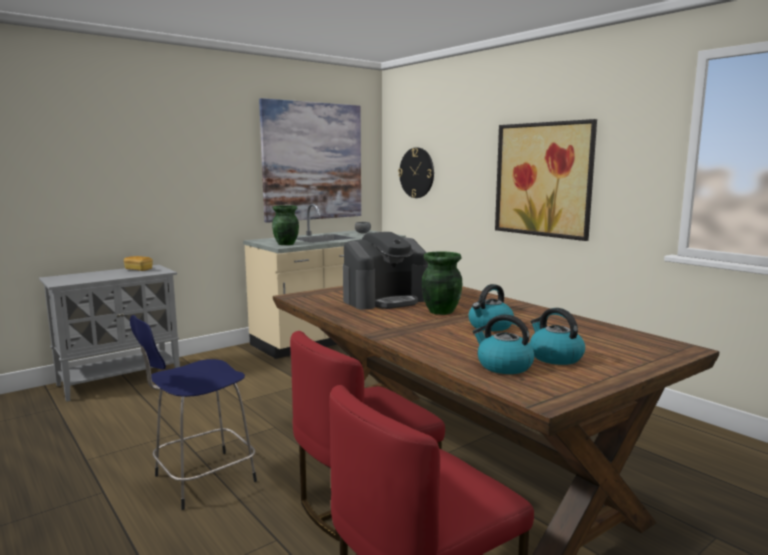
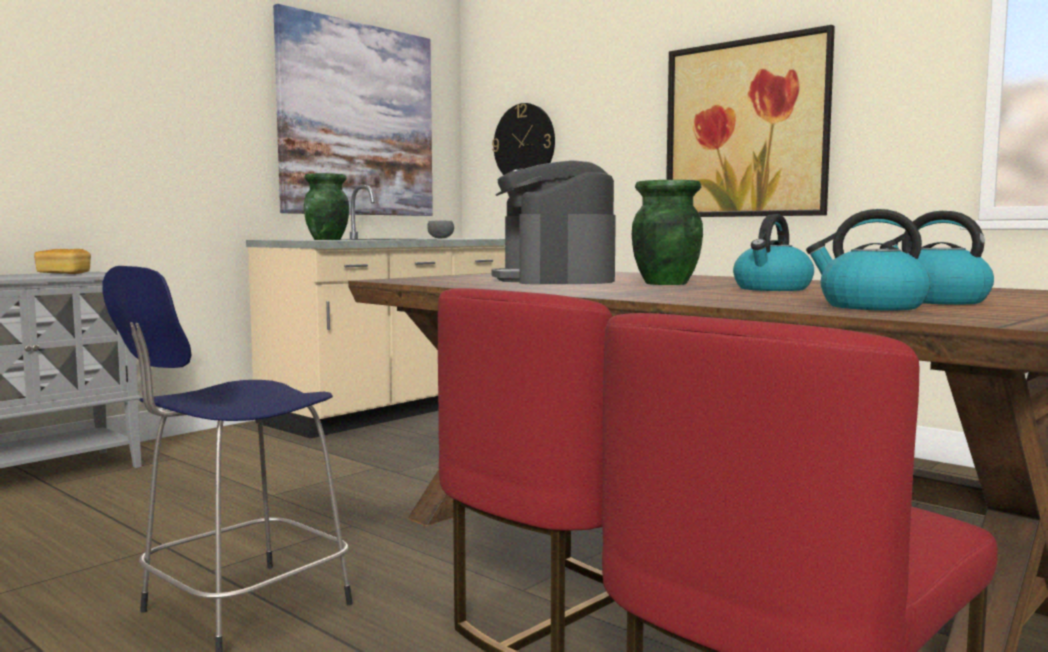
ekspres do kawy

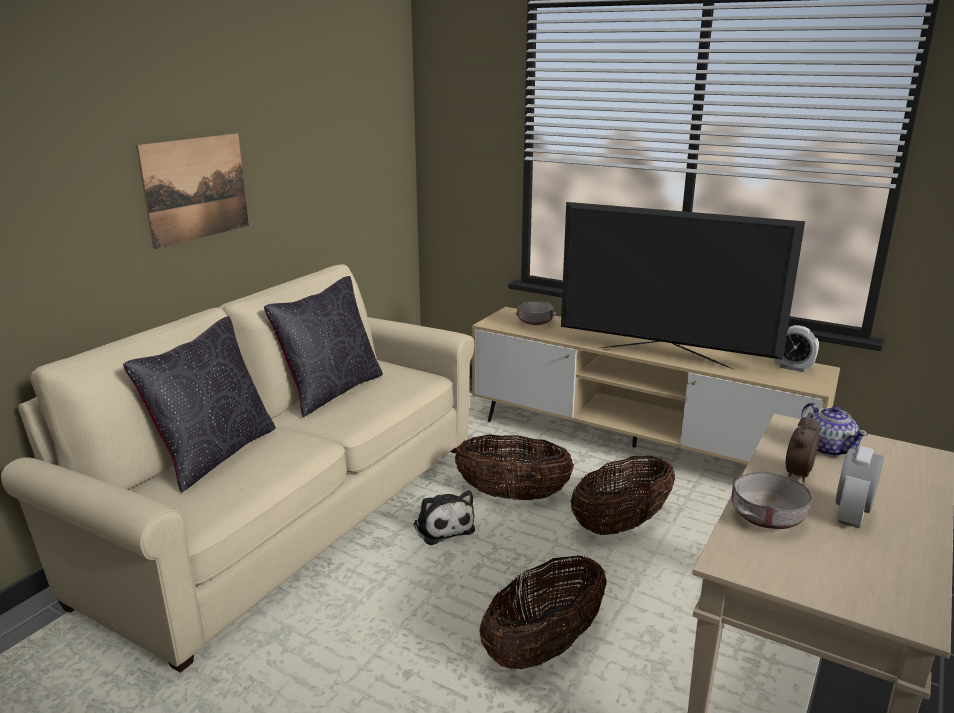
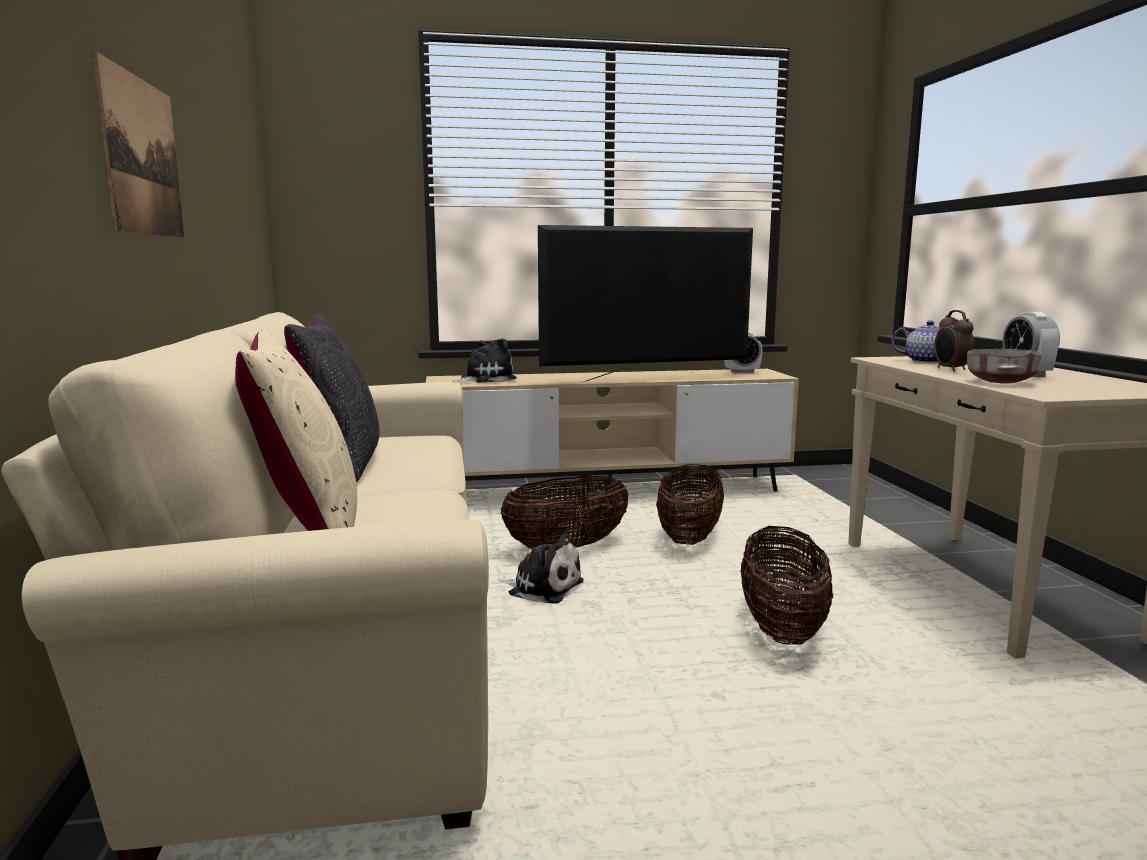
poduszka [beżowy]
pluszak (no. 1 from left)

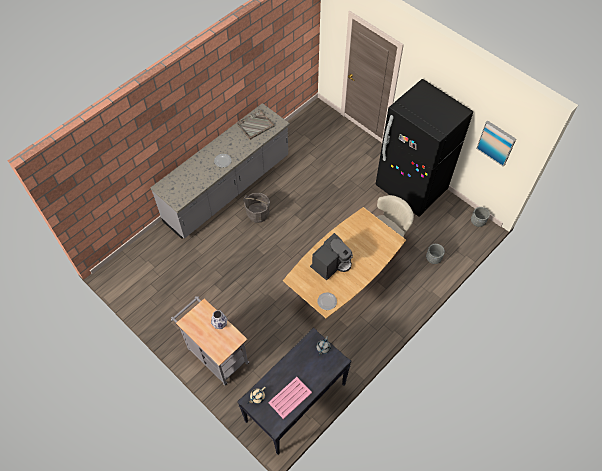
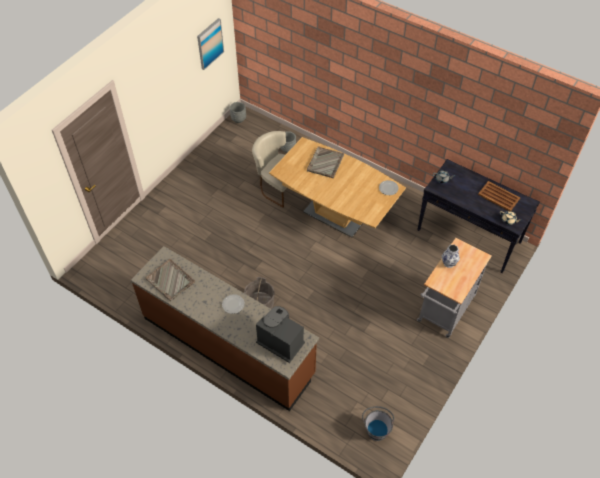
zabudowa kuchenna [brązowy]
taca [brązowy]
ekspres do kawy
lodówka [czarny]
taca [szary] (no. 2 from left)
wiadro [szary] (no. 2 from left)

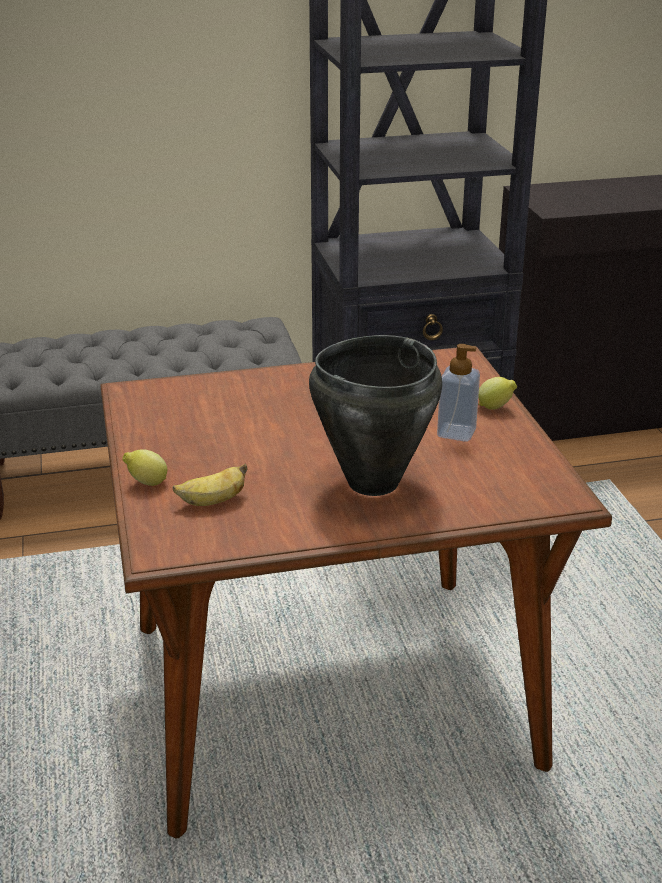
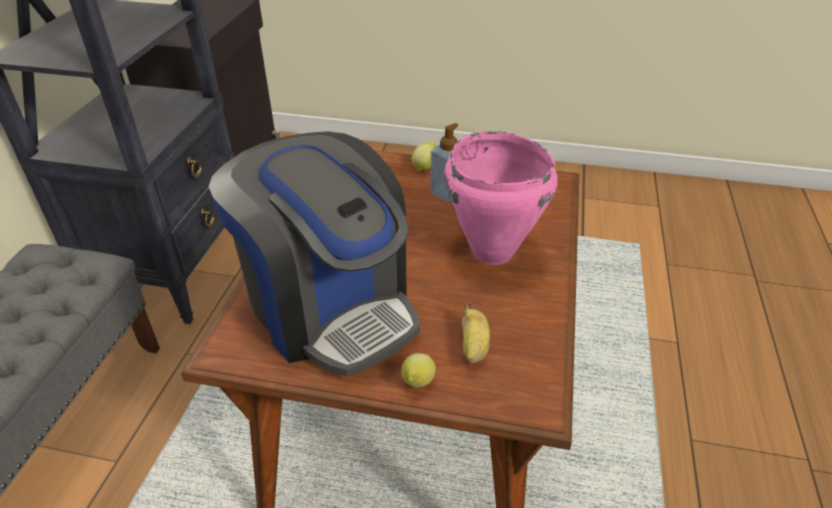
garnek [różowy]
ekspres do kawy

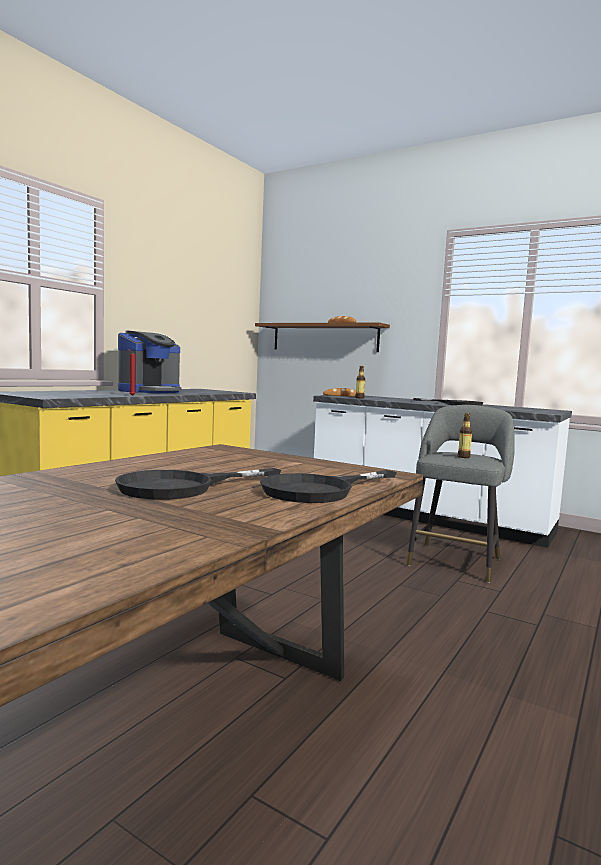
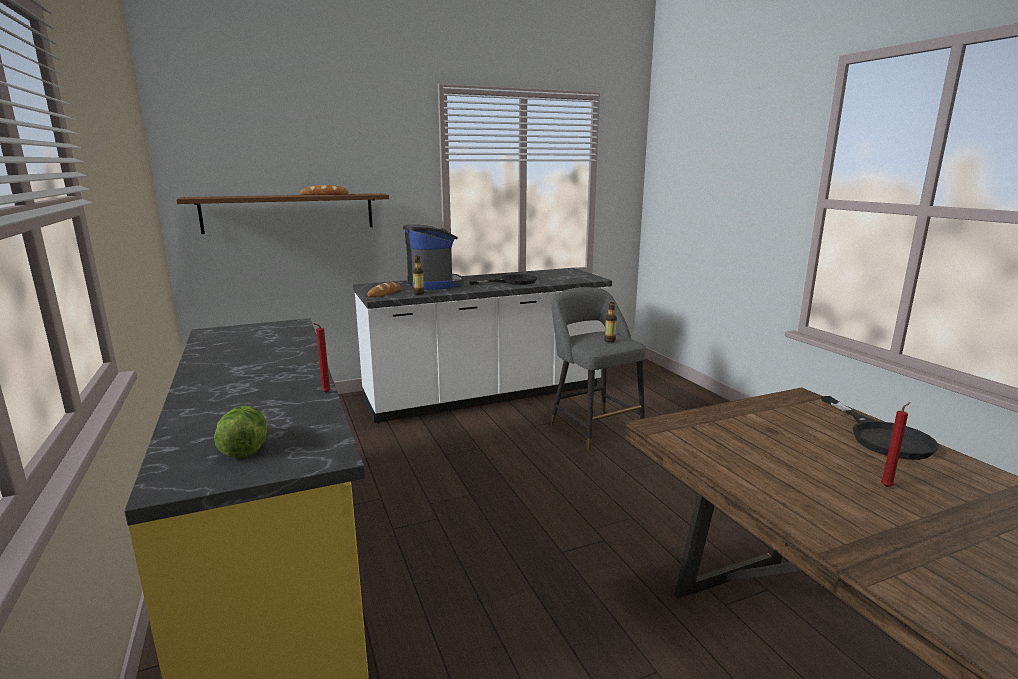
świeca [czerwony] (no. 2 from left)
ekspres do kawy
sałata

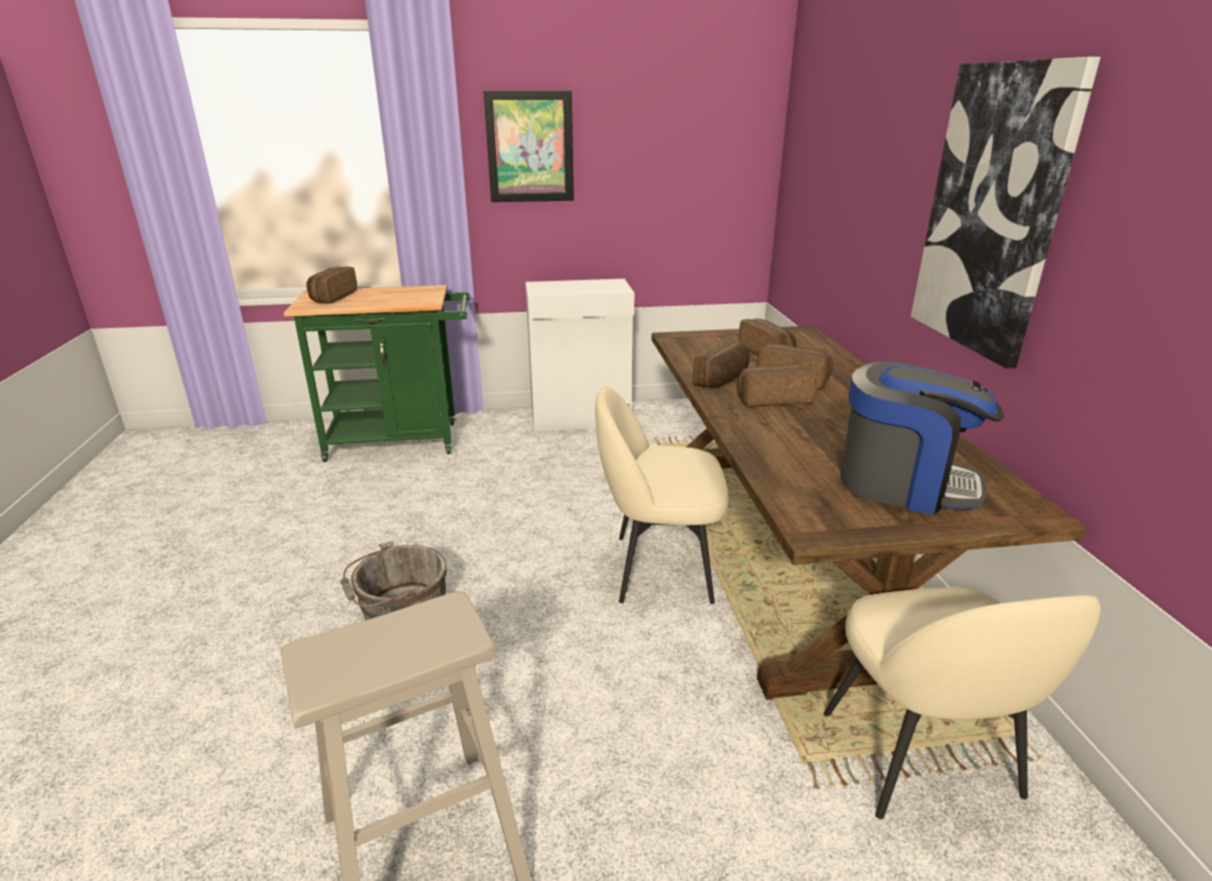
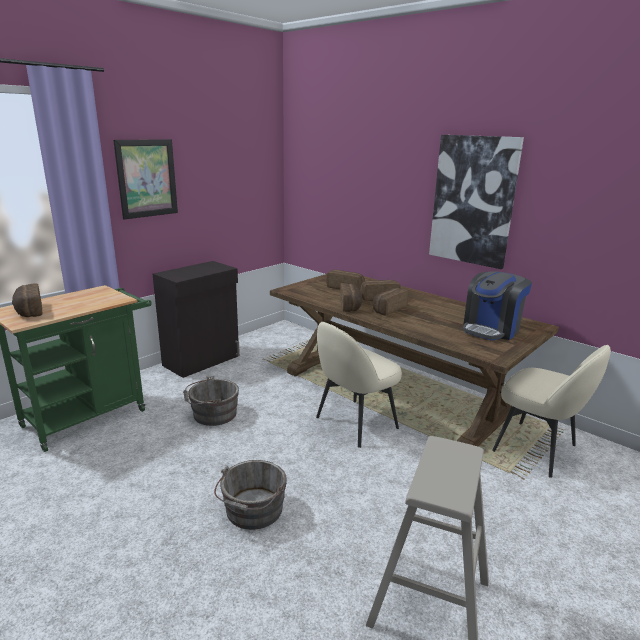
szafka [czarny]
ekspres do kawy
wiadro [szary] (no. 1 from left)

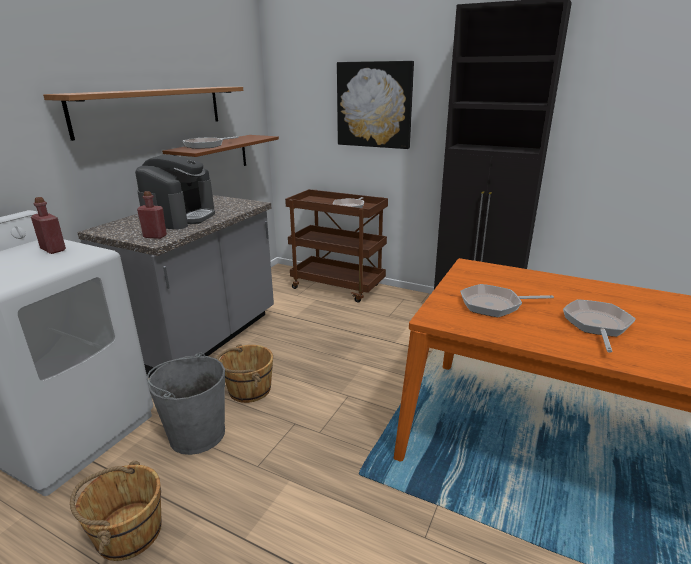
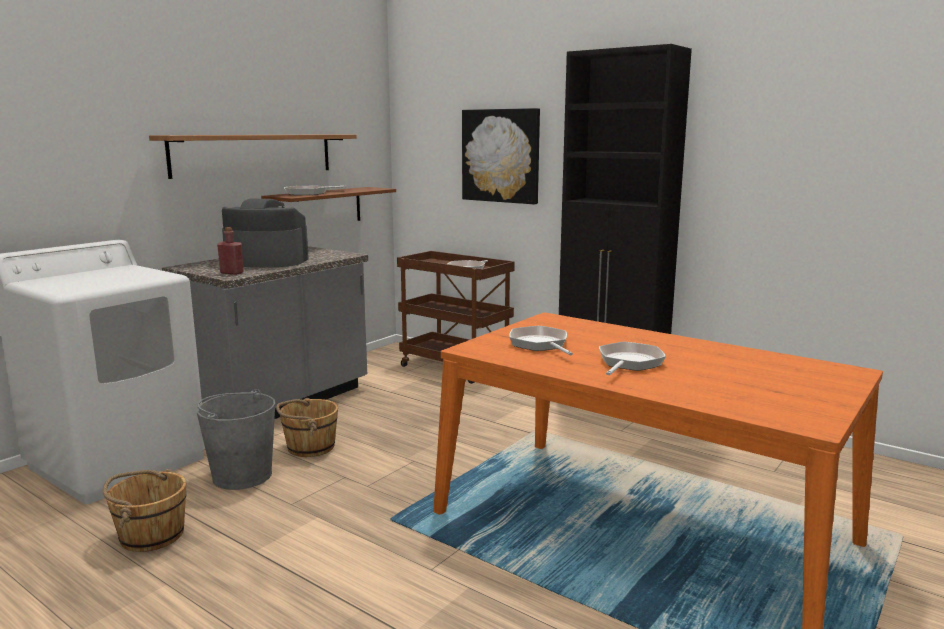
butelka [czerwony] (no. 1 from left in the first image)
ekspres do kawy
patelnia (no. 3 from left)

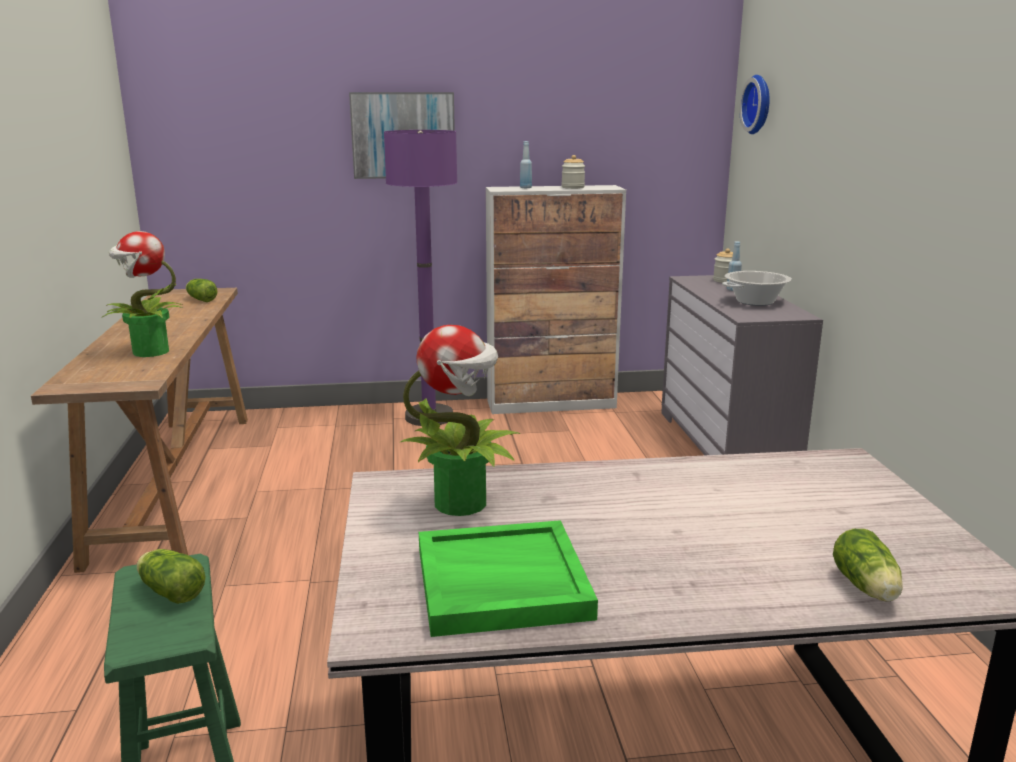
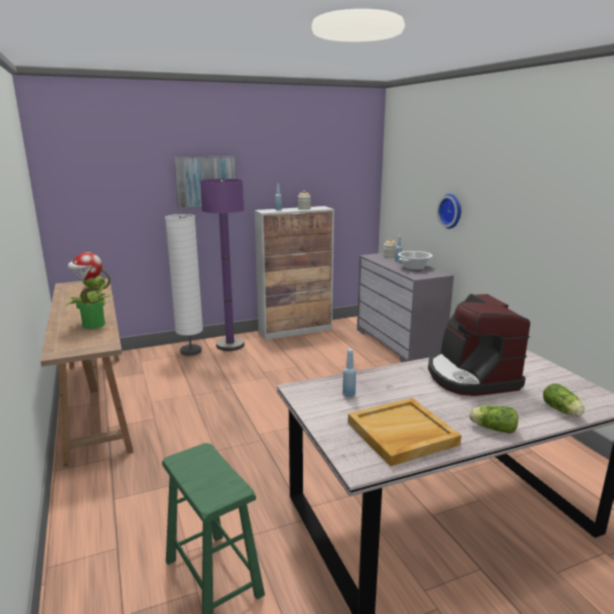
sałata (no. 2 from left)
butelka [niebieski] (no. 2 from left)
taca [beżowy]
zegar ścienny
lampa stojąca [biały]
ekspres do kawy

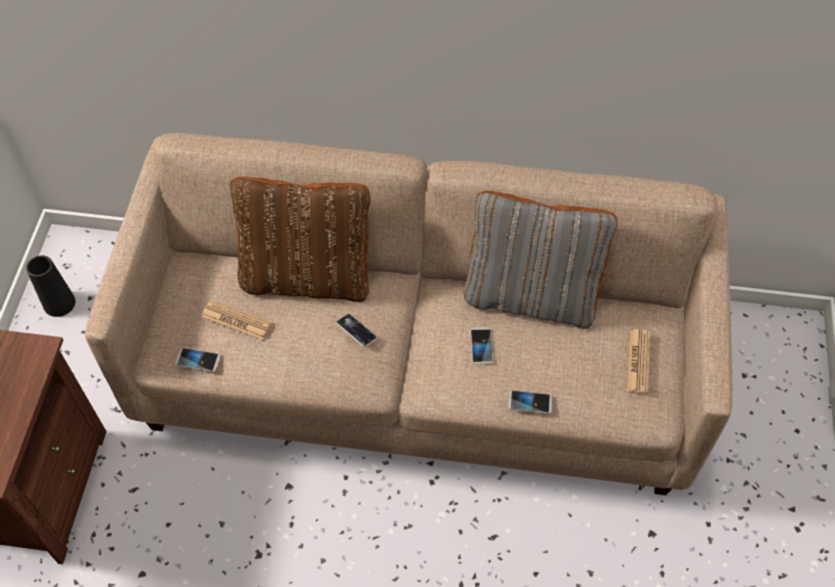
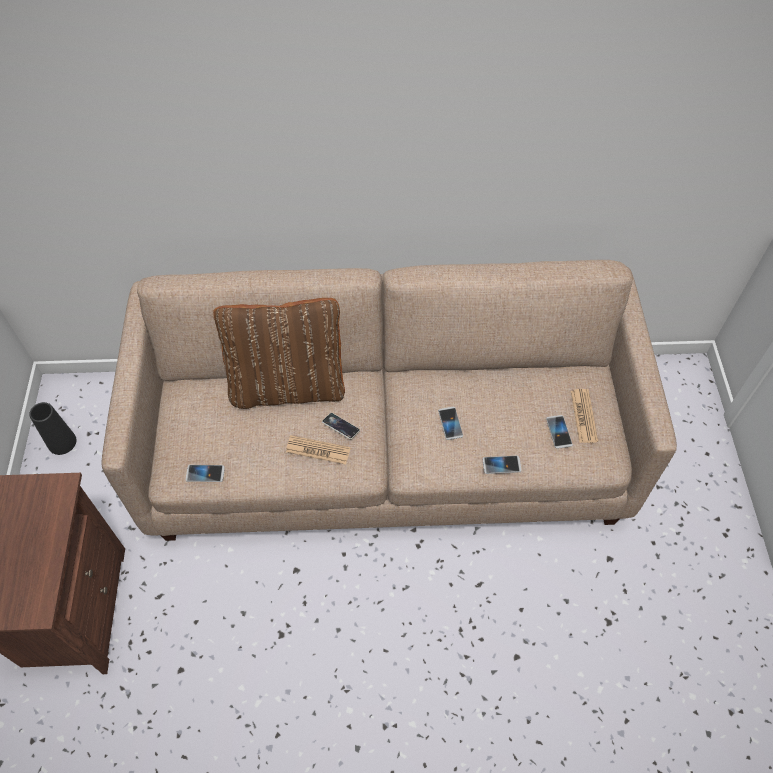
gazeta (no. 1 from left)
poduszka [szary]
telefon (no. 5 from left)

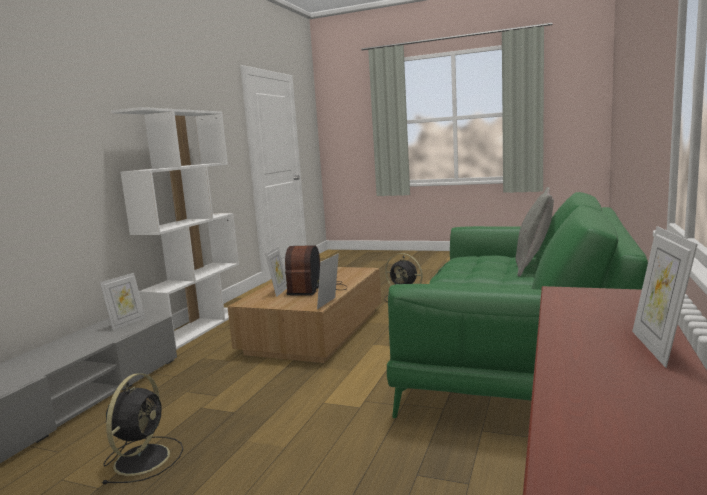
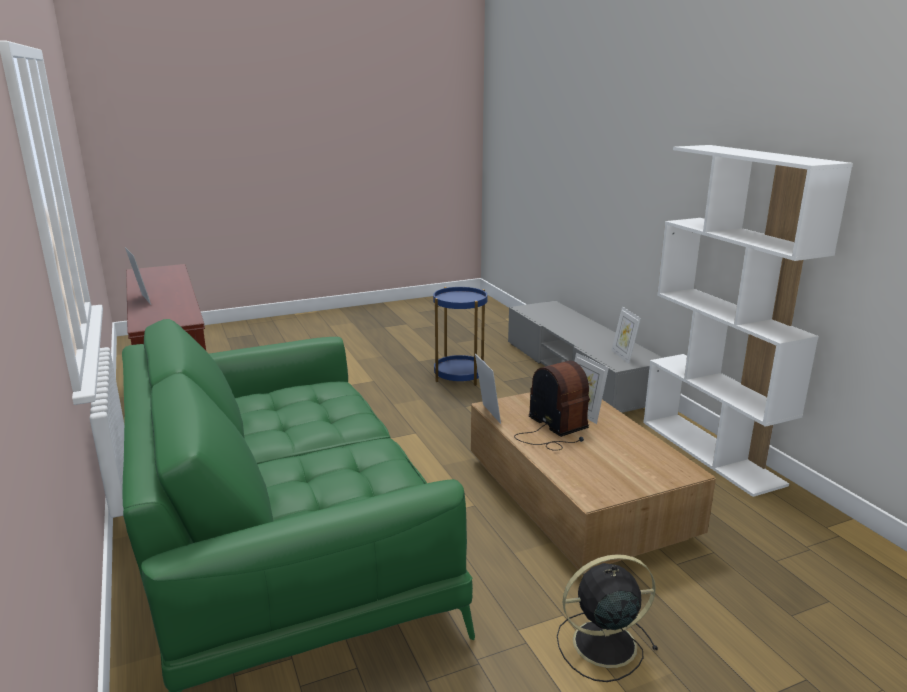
stolik [niebieski]
poduszka [szary]

